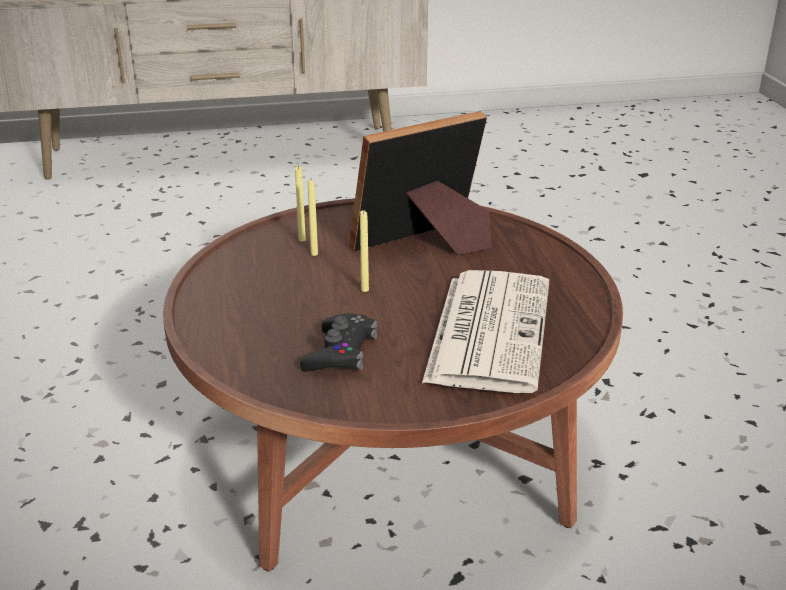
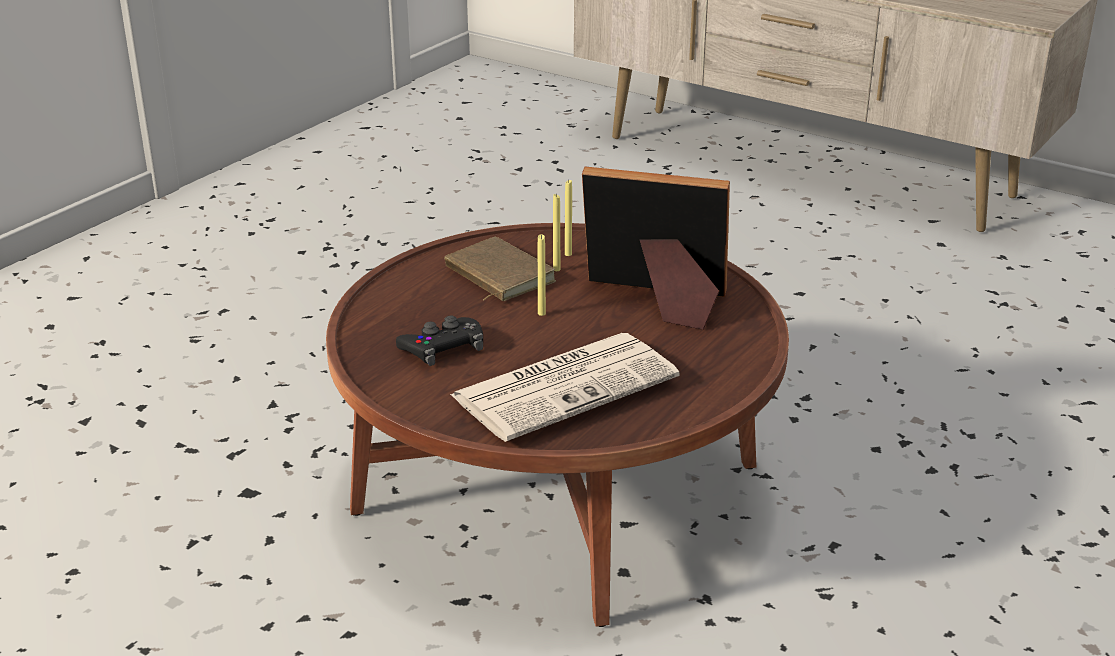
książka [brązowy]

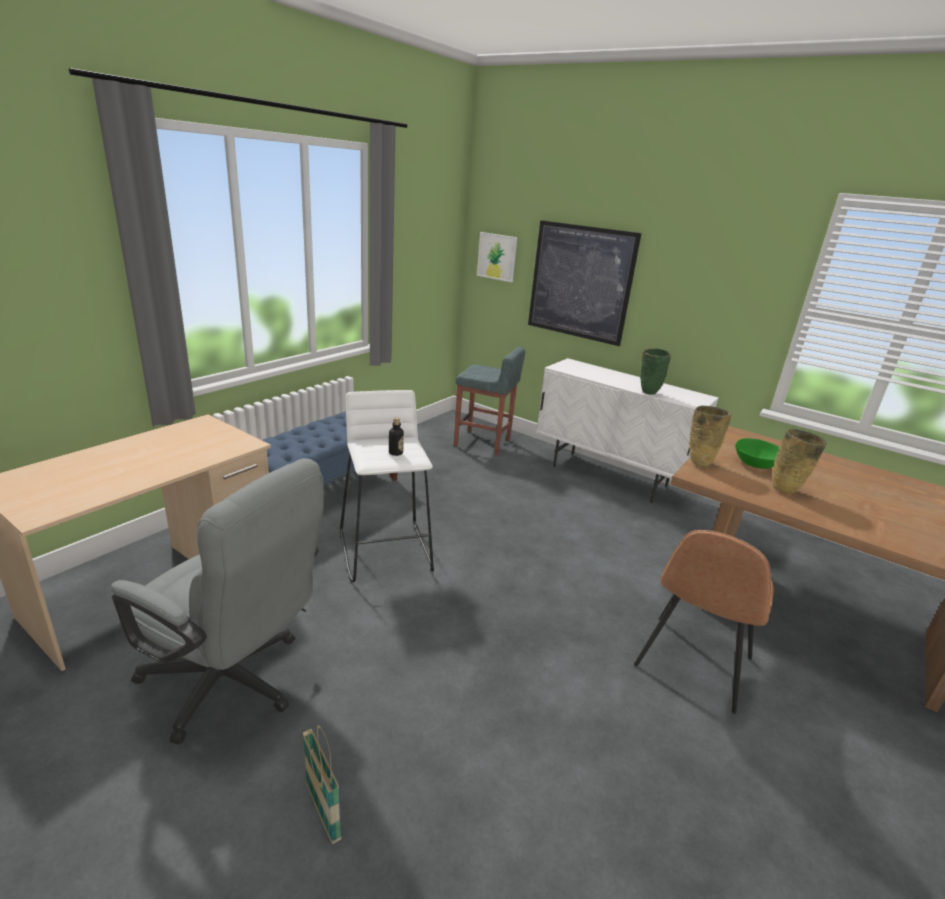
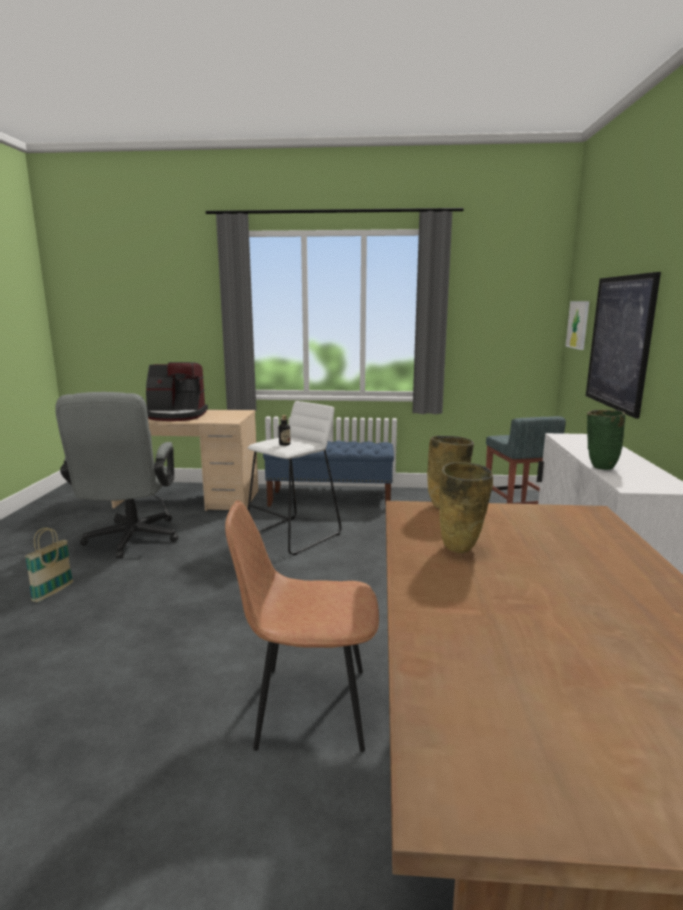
miska [zielony]
ekspres do kawy

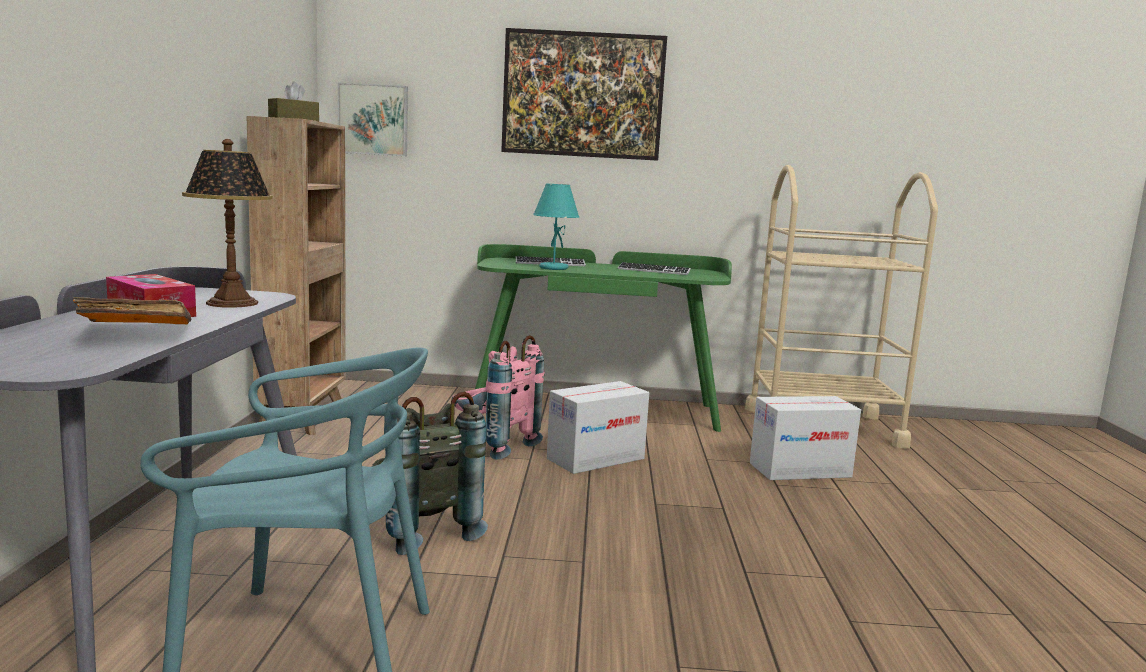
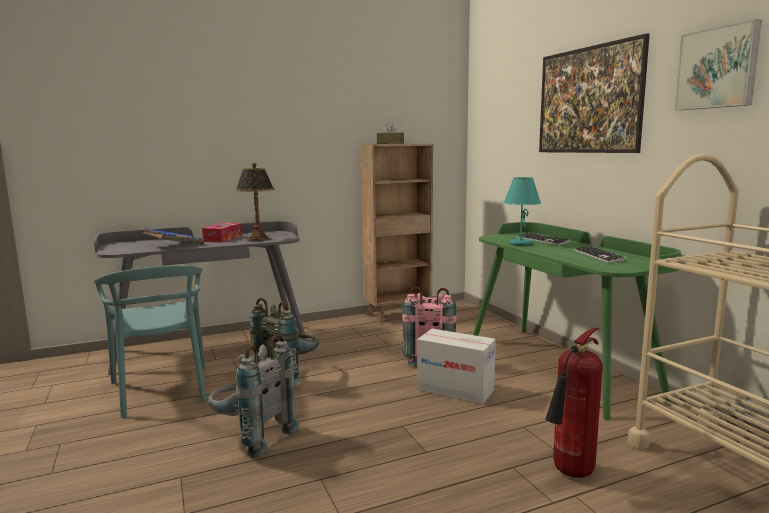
książka [niebieski]
obraz (no. 2 from left)
gaśnica
plecak [szary] (no. 1 from left)

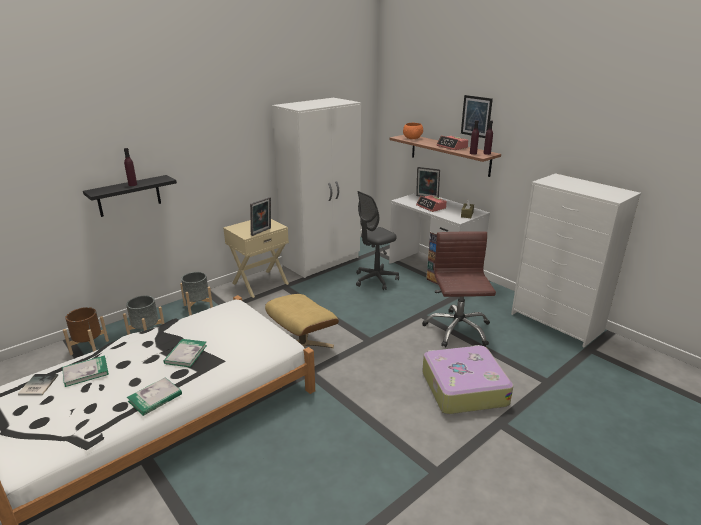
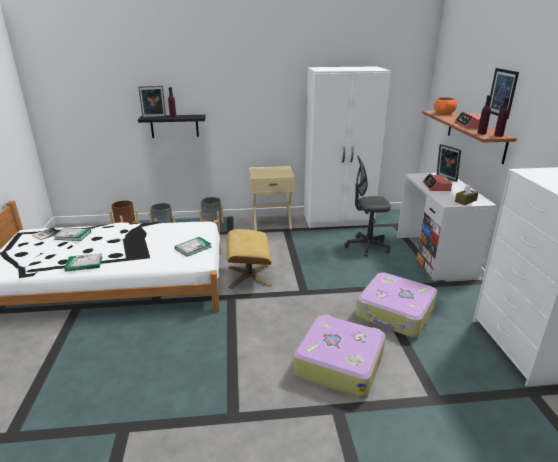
książka (no. 4 from left)
ramka na zdjęcie (no. 1 from left)
walizka (no. 2 from left)

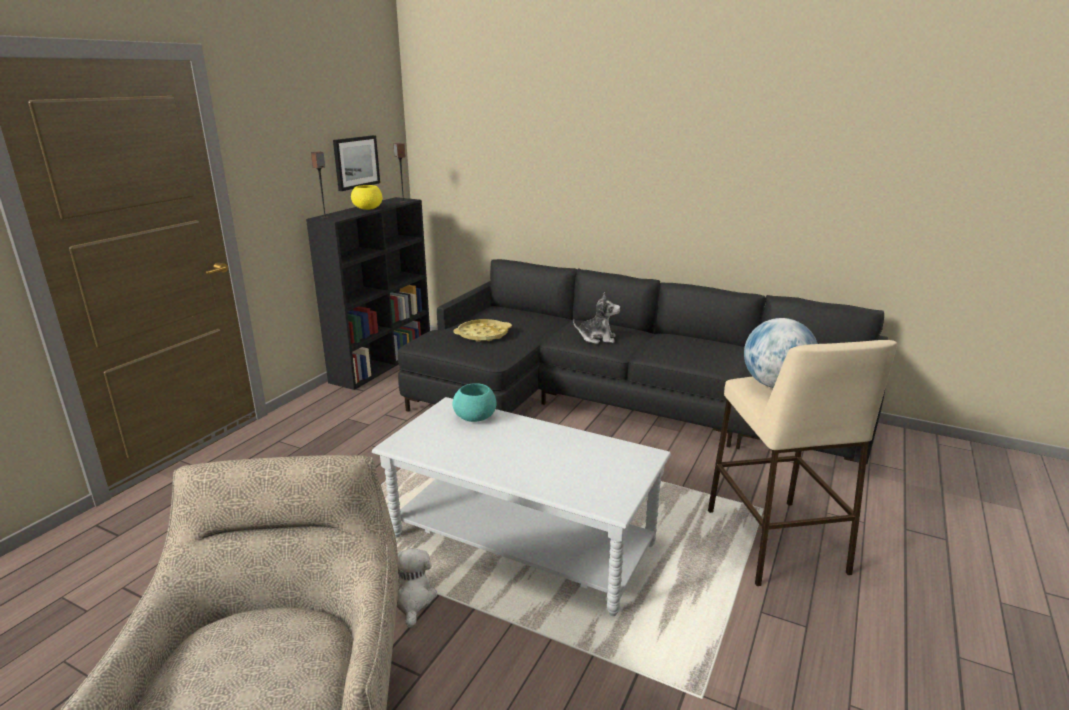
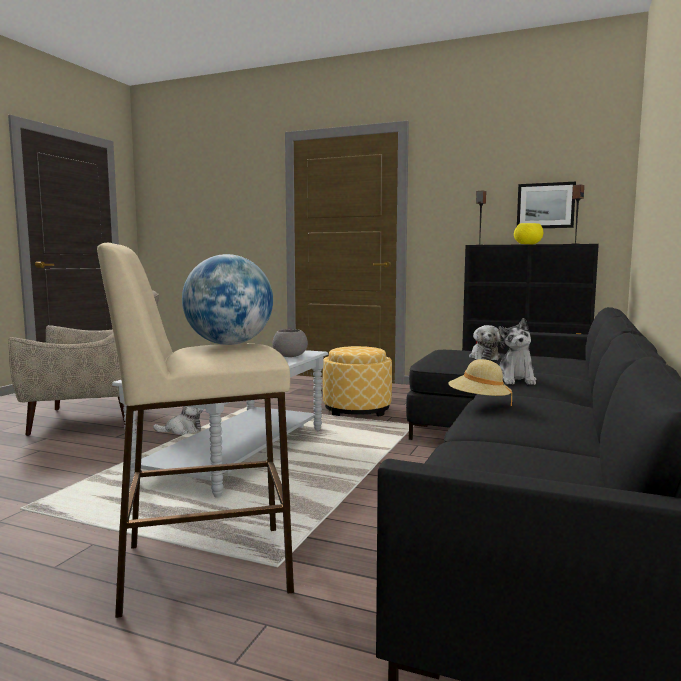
miska [szary]
pluszak (no. 2 from left)
pufa
kapelusz [beżowy]

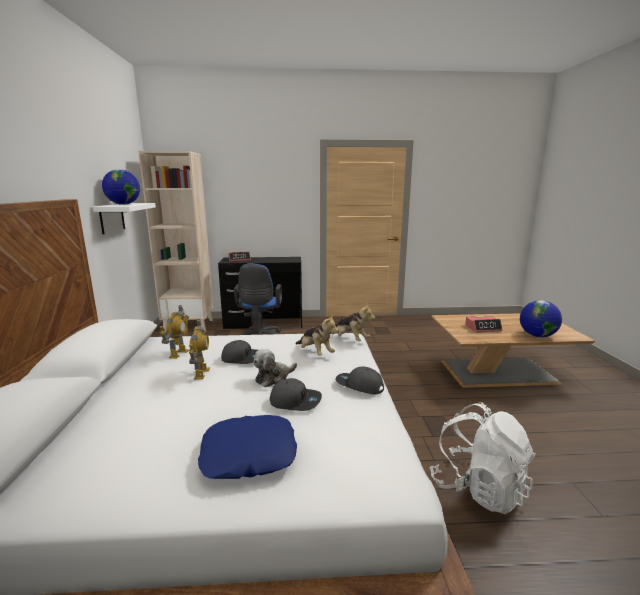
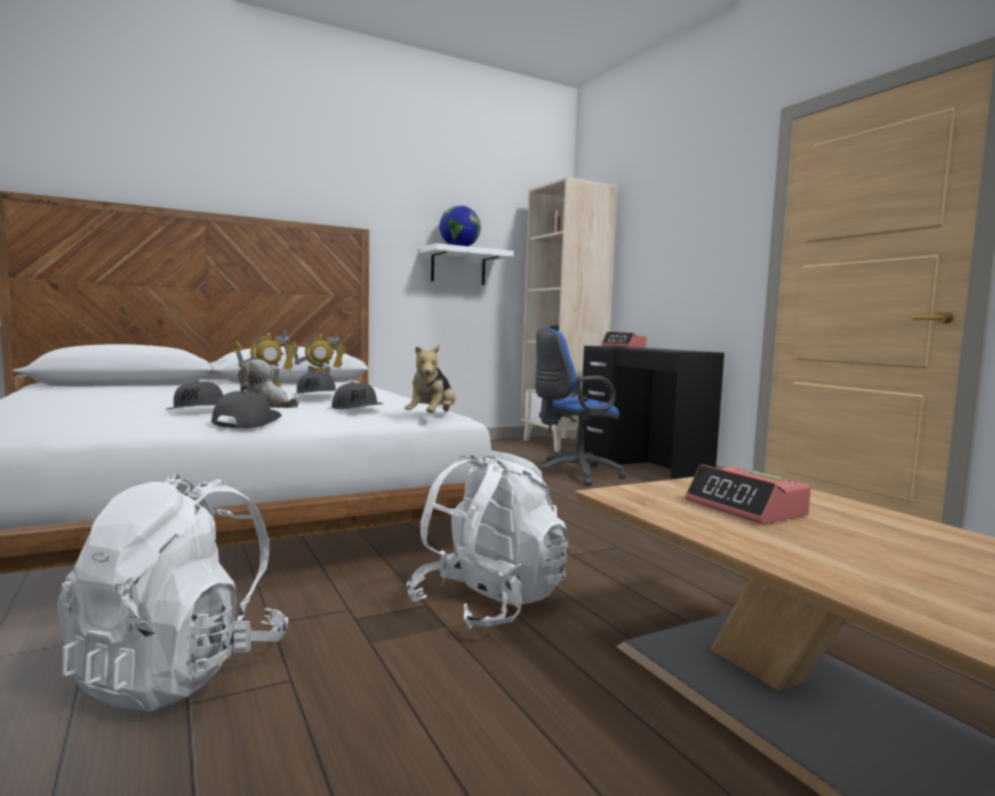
poduszka [niebieski]
czapka z daszkiem [szary] (no. 4 from left)
globus (no. 2 from left in the first image)
plecak [biały] (no. 2 from left)

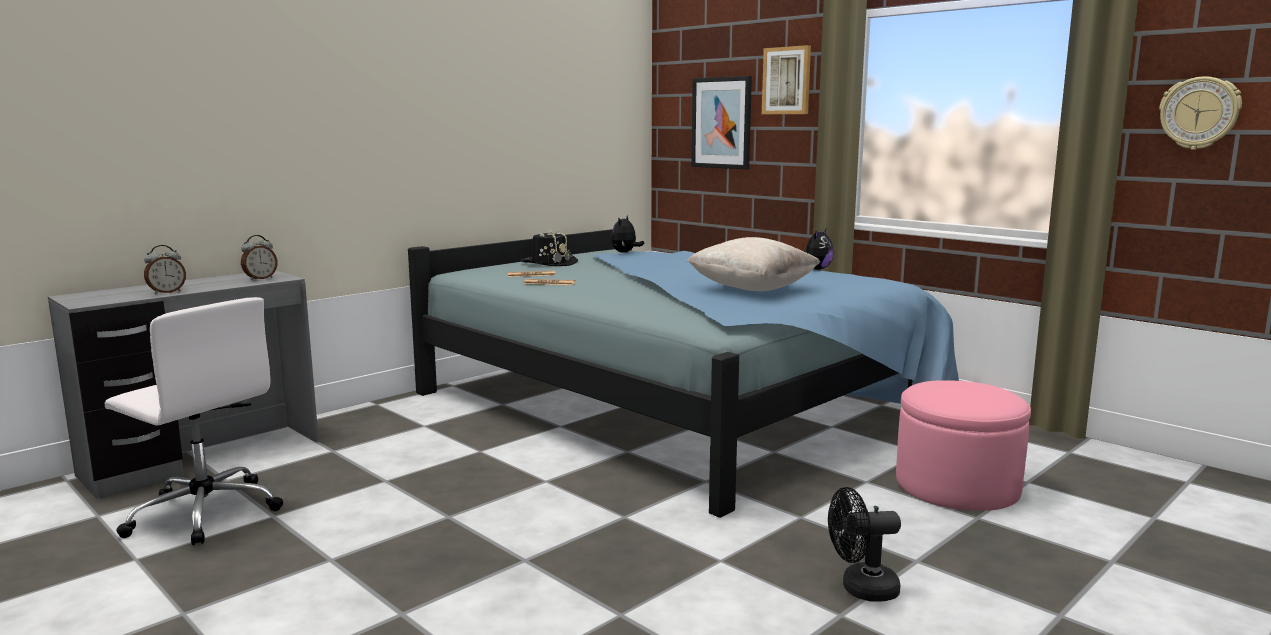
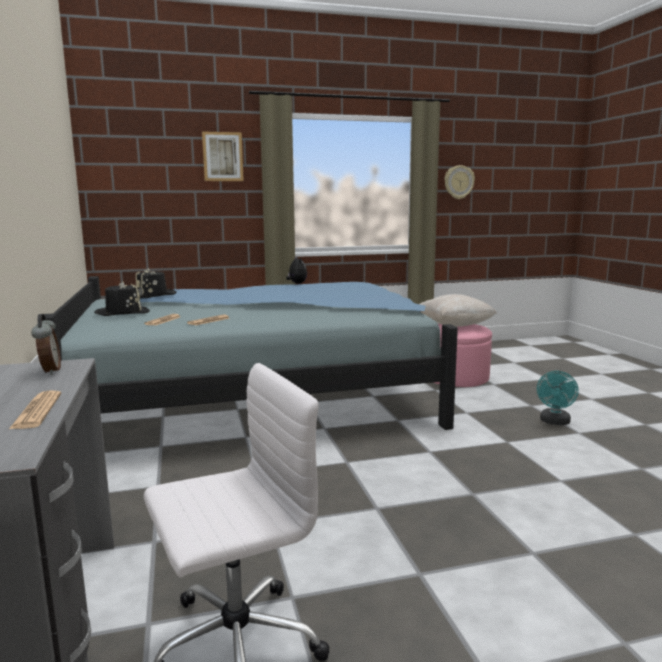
gazeta (no. 1 from left)
kapelusz [czarny] (no. 2 from left)
poduszka [beżowy]
obraz (no. 1 from left in the first image)
wentylator [turkusowy]

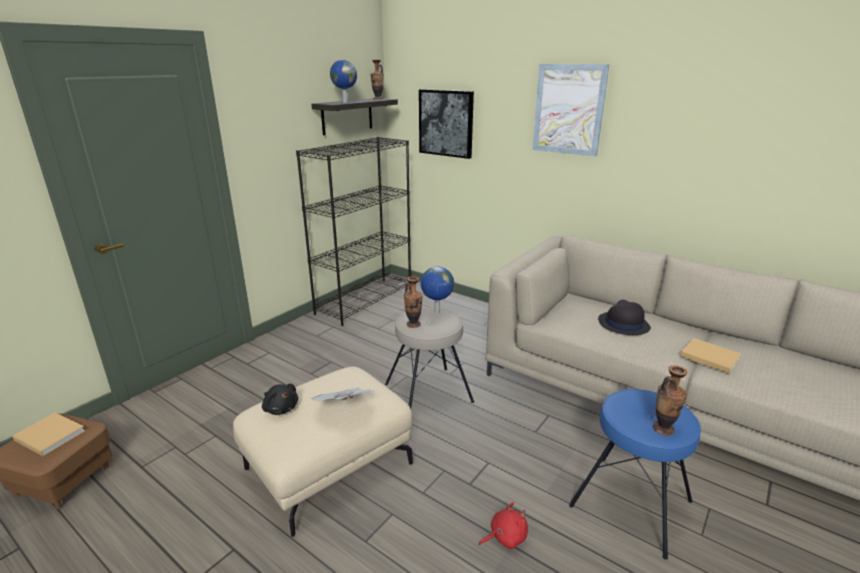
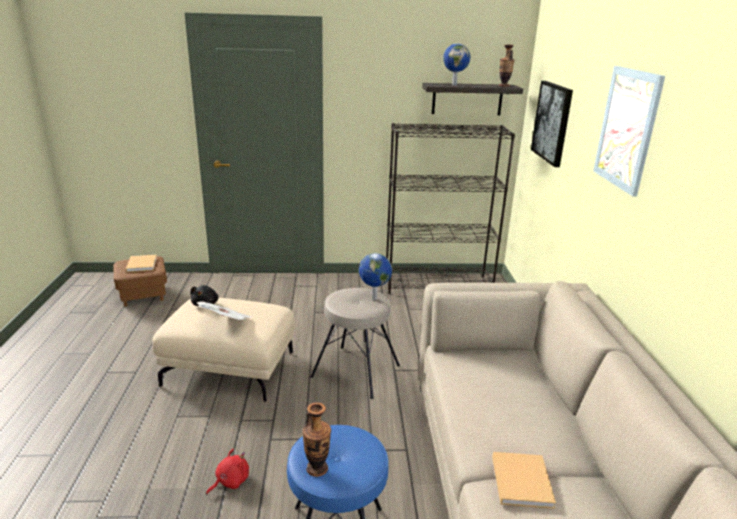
wazon (no. 2 from left in the first image)
pluszak [czerwony]
kapelusz [czarny]

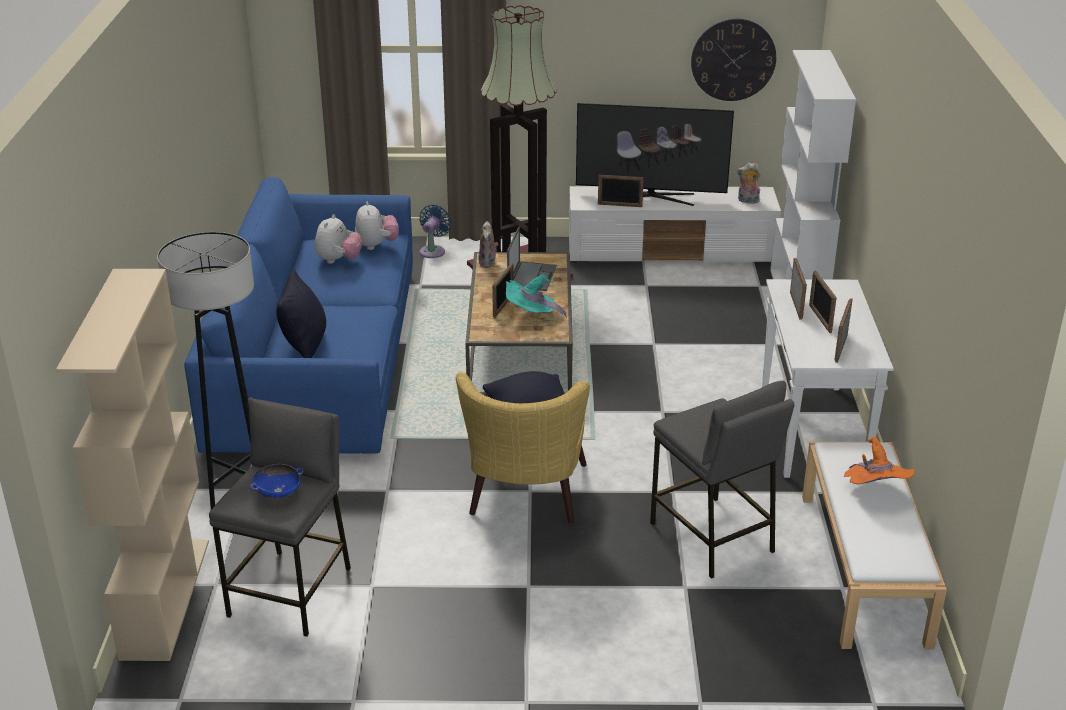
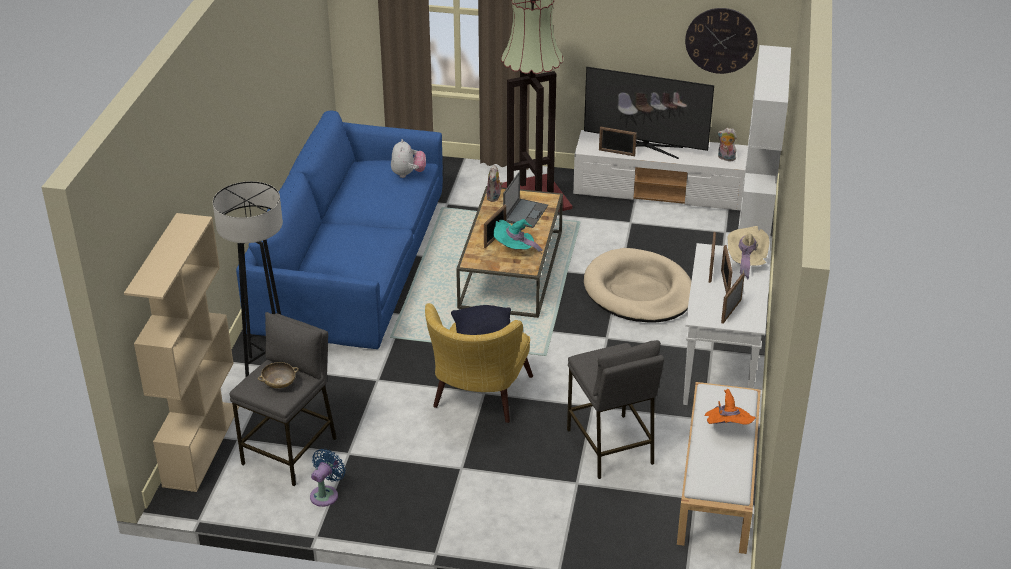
miska [beżowy]
poduszka [czarny] (no. 1 from left in the first image)
pluszak (no. 1 from left in the first image)
wentylator [niebieski]
legowisko [beżowy]
kapelusz [beżowy]

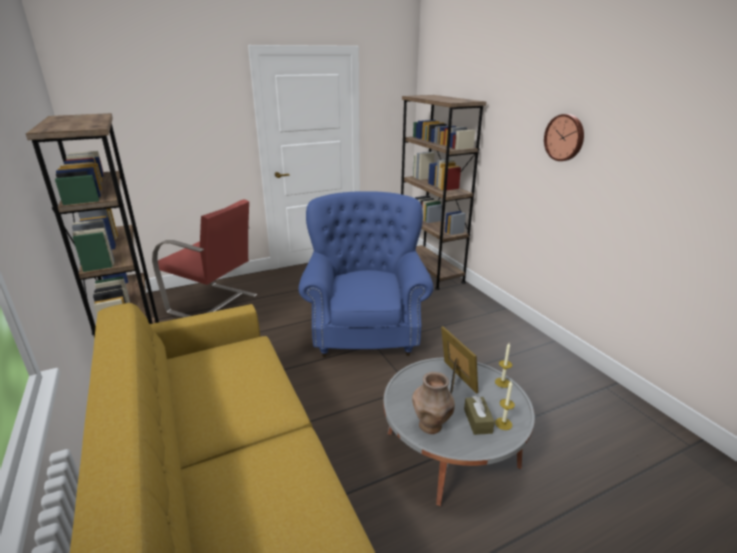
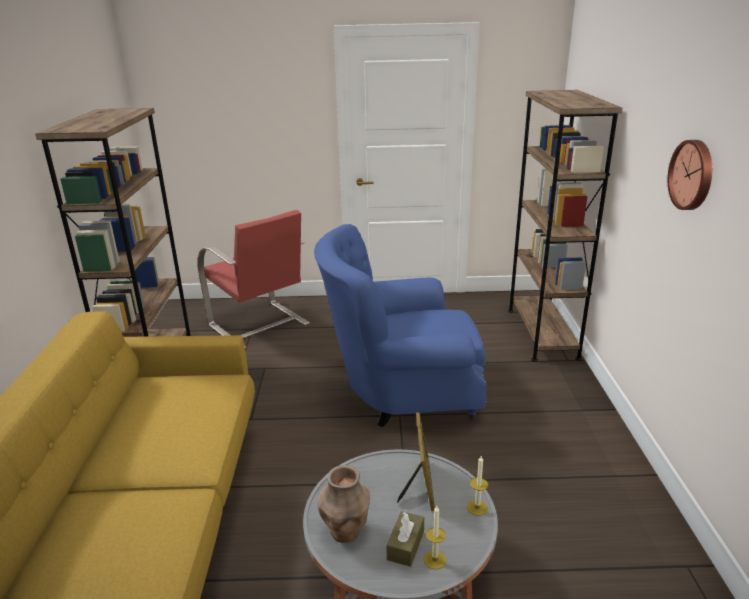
fotel [niebieski]

